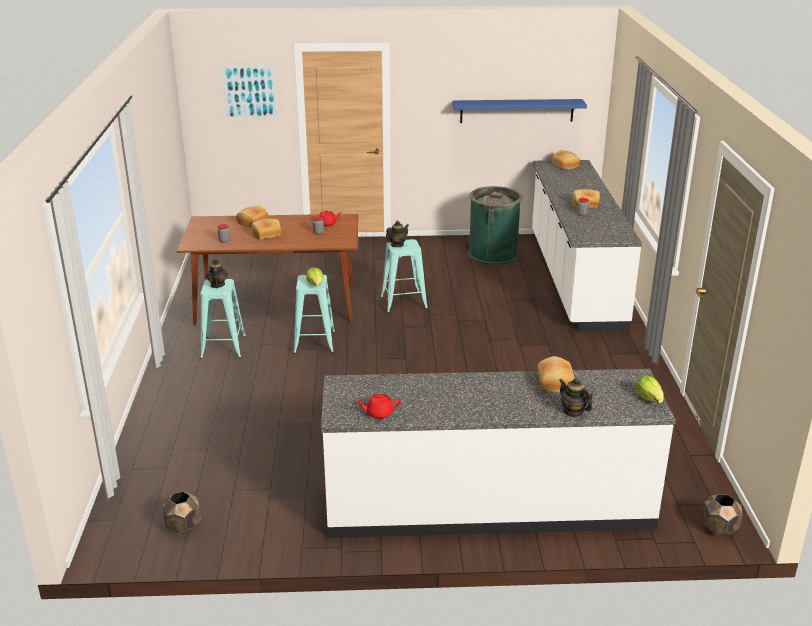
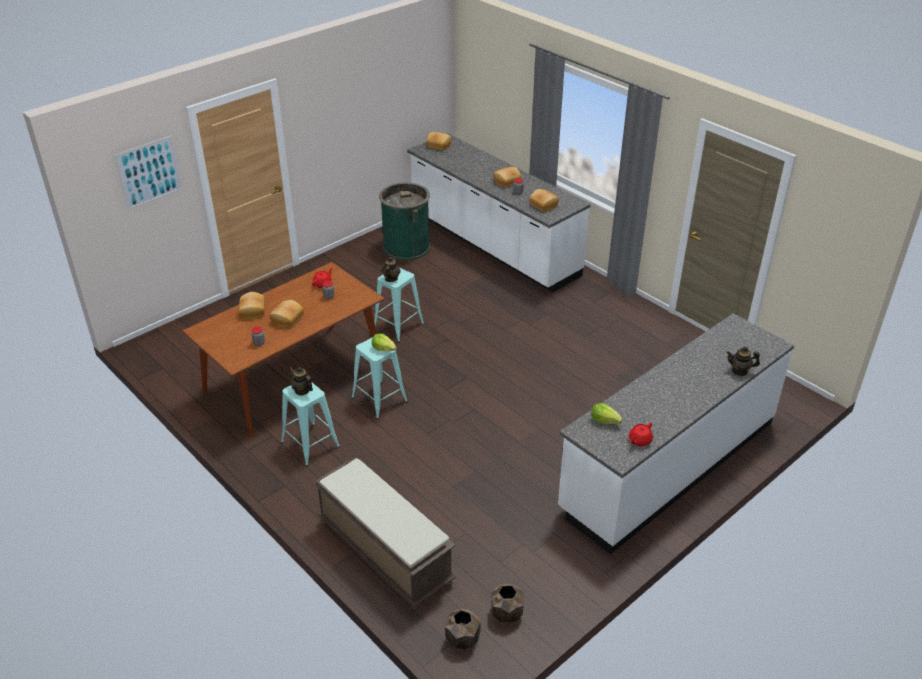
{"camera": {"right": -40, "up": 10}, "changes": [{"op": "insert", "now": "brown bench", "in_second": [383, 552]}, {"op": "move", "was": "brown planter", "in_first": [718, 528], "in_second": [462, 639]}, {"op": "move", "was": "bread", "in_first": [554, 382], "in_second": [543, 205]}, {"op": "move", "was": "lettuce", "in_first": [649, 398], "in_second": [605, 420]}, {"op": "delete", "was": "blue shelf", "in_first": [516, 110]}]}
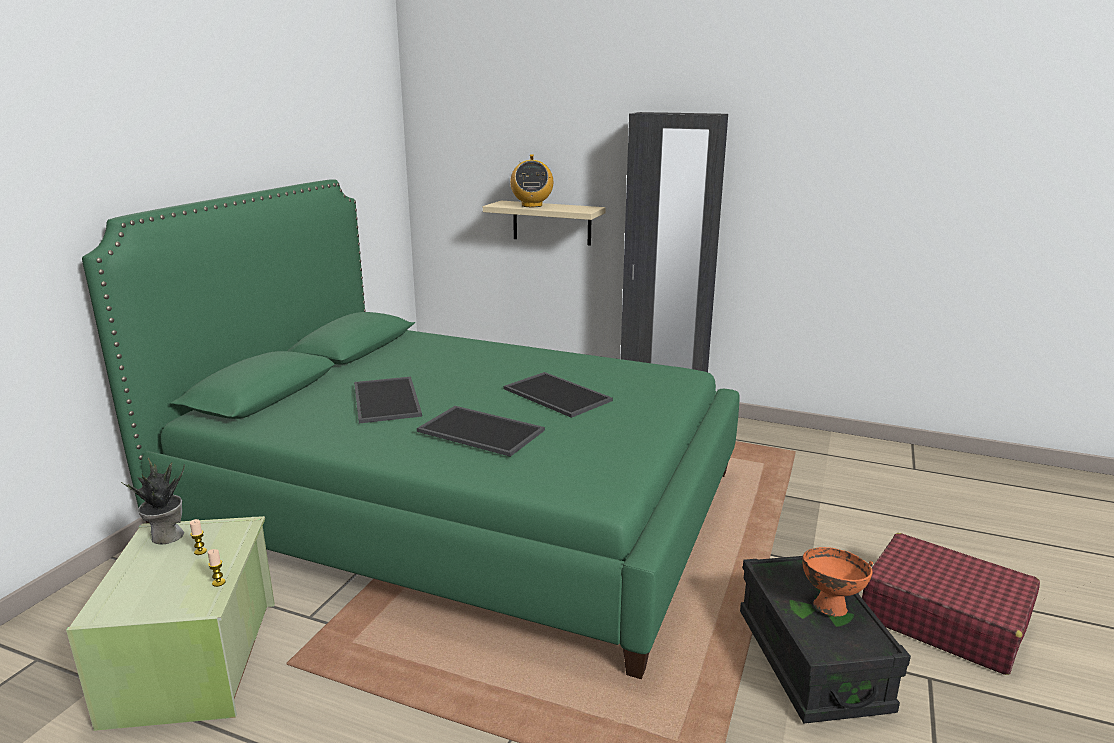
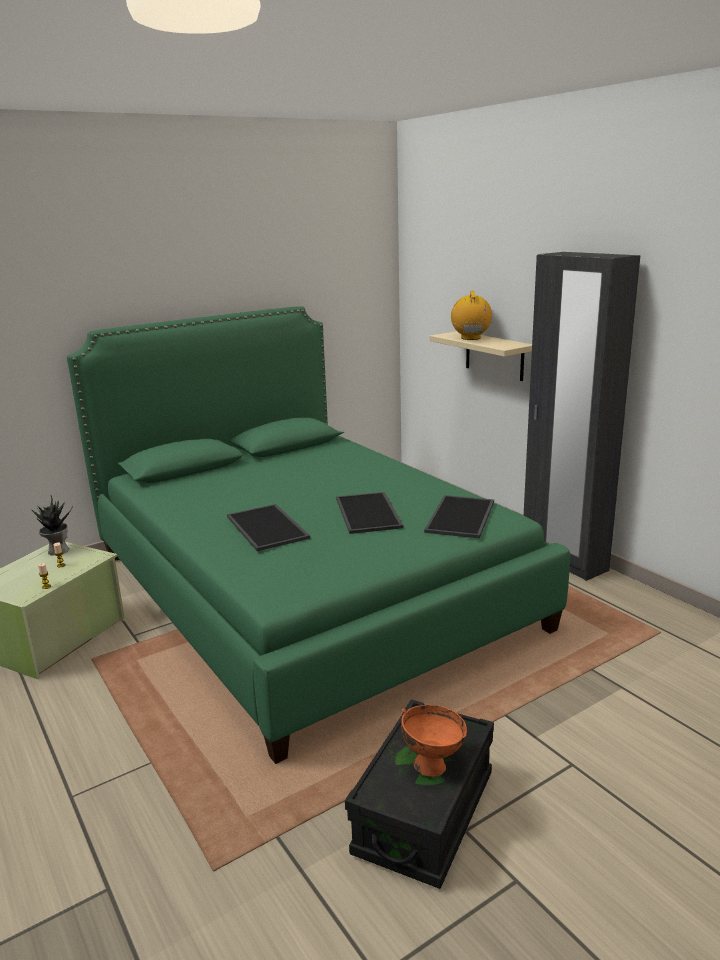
{"camera": {"right": 35, "up": 0}, "changes": [{"op": "move", "was": "tray", "in_first": [388, 400], "in_second": [462, 517]}, {"op": "rotate", "was": "radio", "in_first": [531, 205], "in_second": [471, 338], "clockwise": 150}, {"op": "delete", "was": "red suitcase", "in_first": [942, 618]}]}
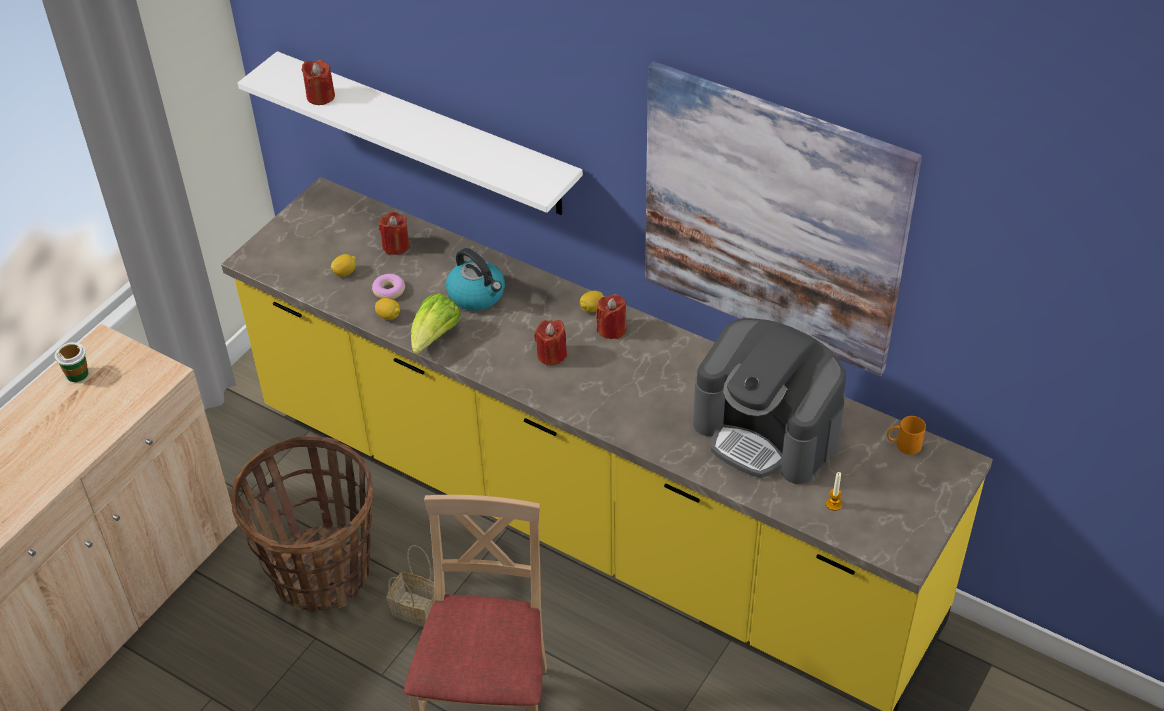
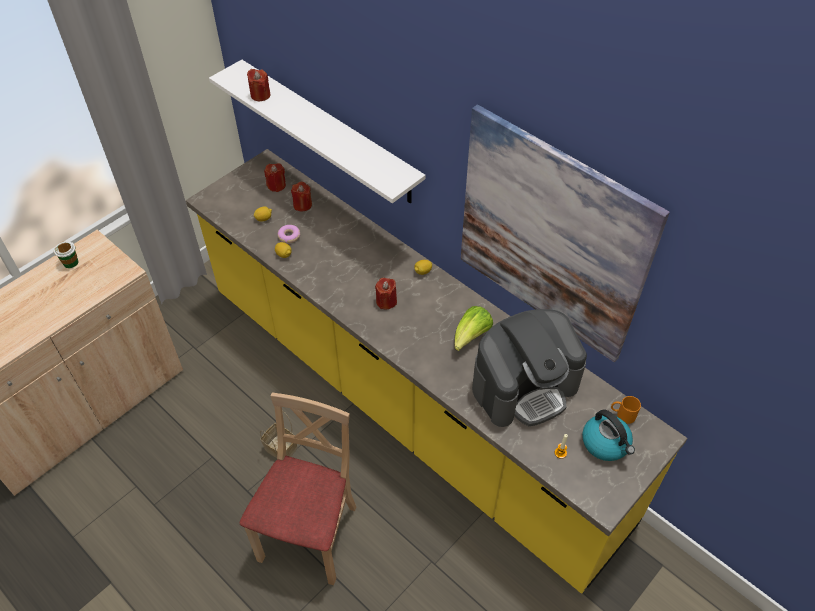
{"camera": {"right": 10, "up": 5}, "changes": [{"op": "move", "was": "red candle", "in_first": [612, 329], "in_second": [276, 185]}, {"op": "move", "was": "lettuce", "in_first": [434, 338], "in_second": [471, 337]}, {"op": "rotate", "was": "coffee machine", "in_first": [767, 431], "in_second": [524, 386], "clockwise": -75}, {"op": "move", "was": "kettle", "in_first": [477, 295], "in_second": [606, 443]}, {"op": "delete", "was": "basket", "in_first": [321, 572]}]}
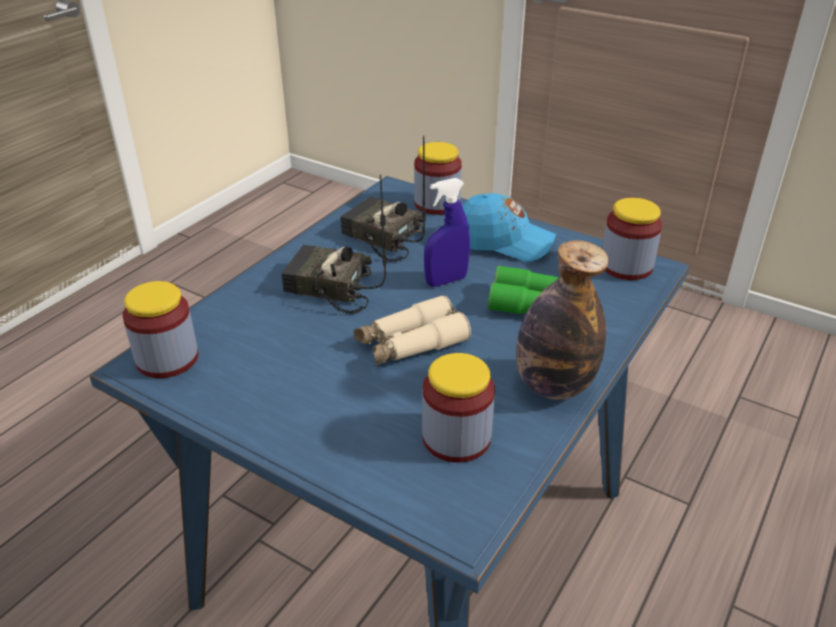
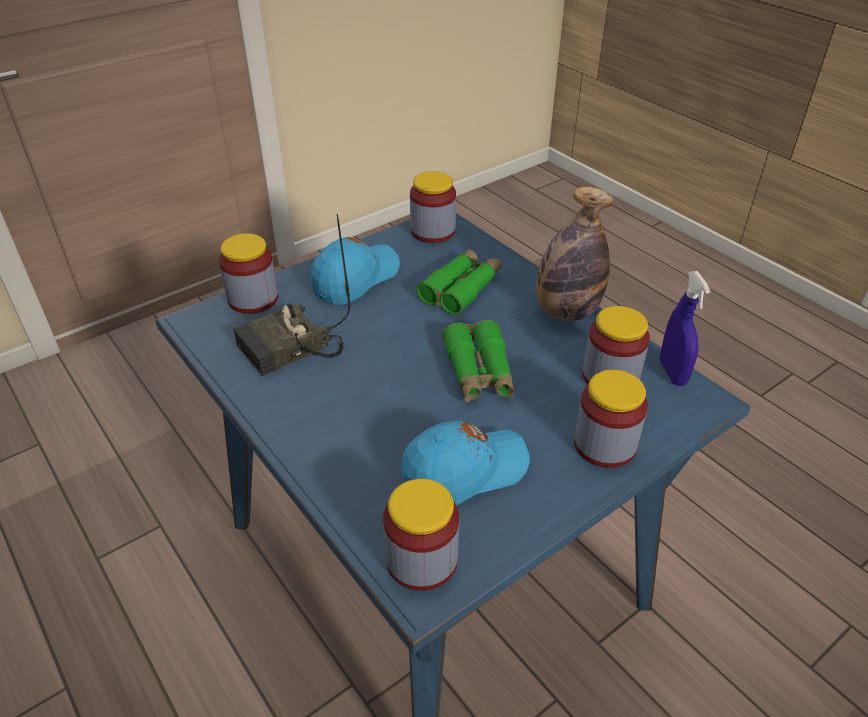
{"camera": {"right": -70, "up": 5}, "changes": [{"op": "insert", "now": "blue cap", "in_second": [464, 472]}, {"op": "recolor", "was": "beige binoculars", "now": "green binoculars", "in_first": [411, 343], "in_second": [479, 372]}, {"op": "insert", "now": "jar", "in_second": [604, 445]}, {"op": "move", "was": "blue spray bottle", "in_first": [446, 281], "in_second": [672, 373]}, {"op": "delete", "was": "radio", "in_first": [329, 288]}]}
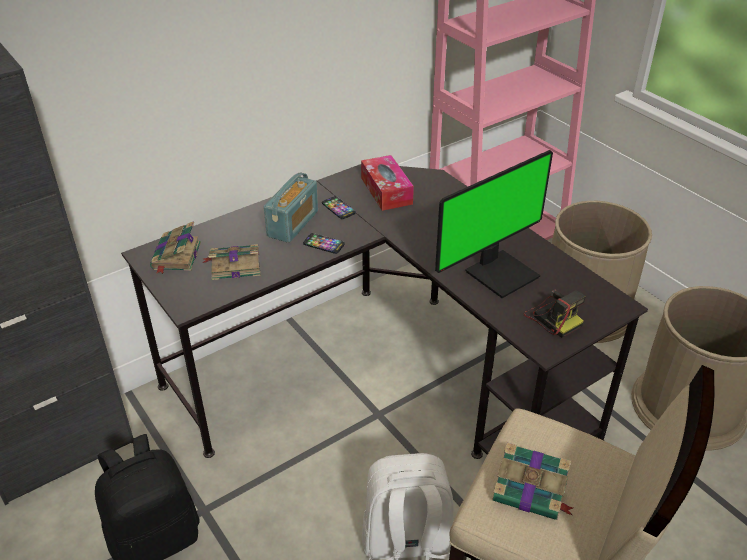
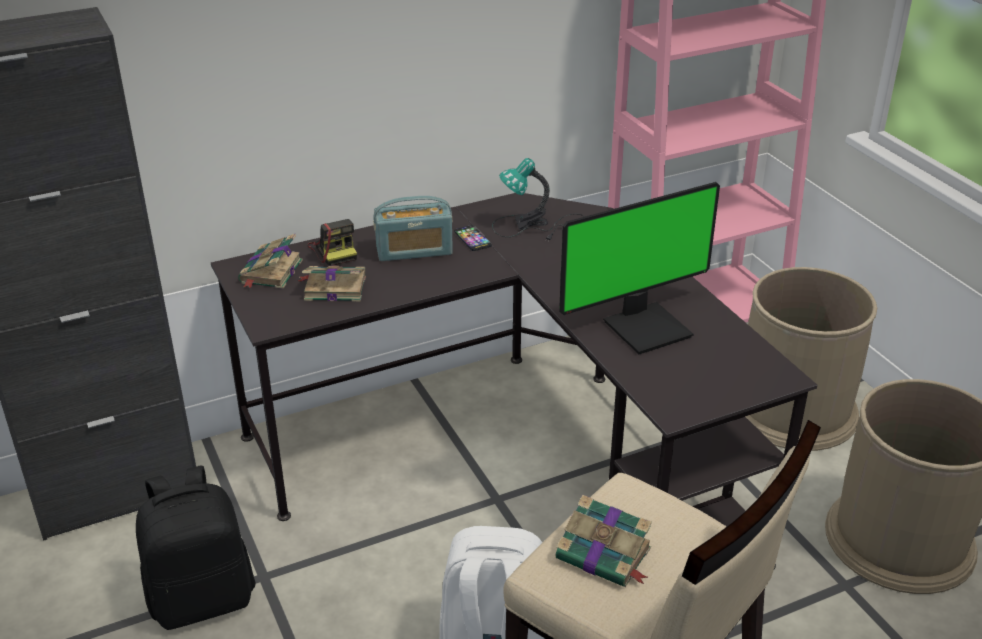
{"camera": {"right": 10, "up": -5}, "changes": [{"op": "move", "was": "photo camera", "in_first": [552, 318], "in_second": [334, 250]}, {"op": "rotate", "was": "radio", "in_first": [293, 224], "in_second": [414, 250], "clockwise": 45}, {"op": "replace", "was": "tissue box", "now": "table lamp", "in_first": [386, 191], "in_second": [536, 225]}, {"op": "delete", "was": "phone", "in_first": [323, 244]}]}
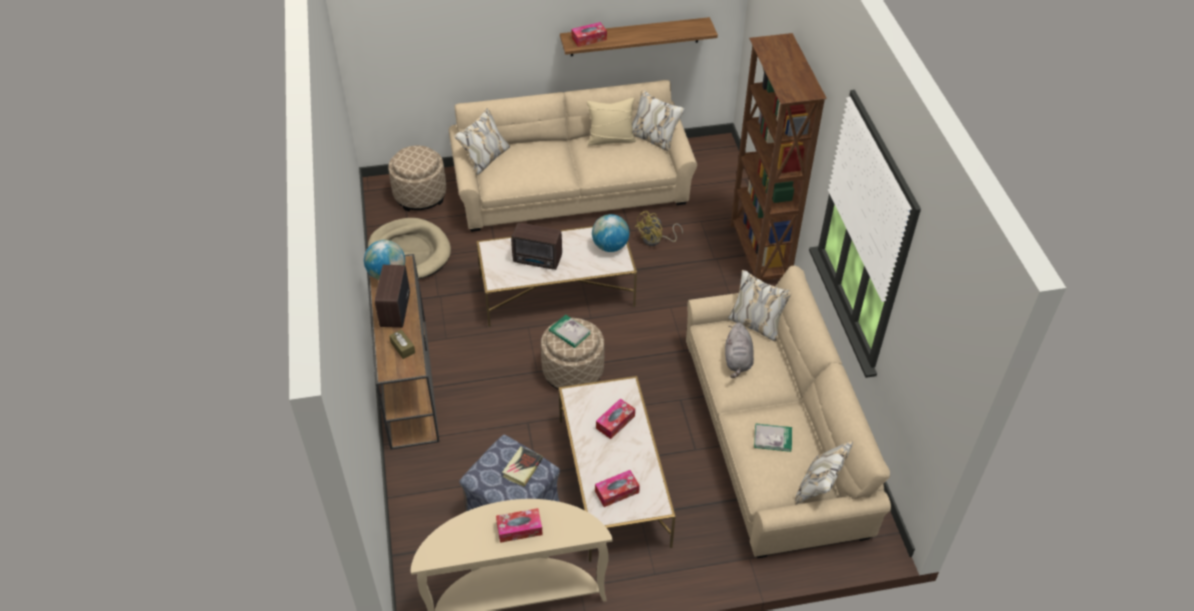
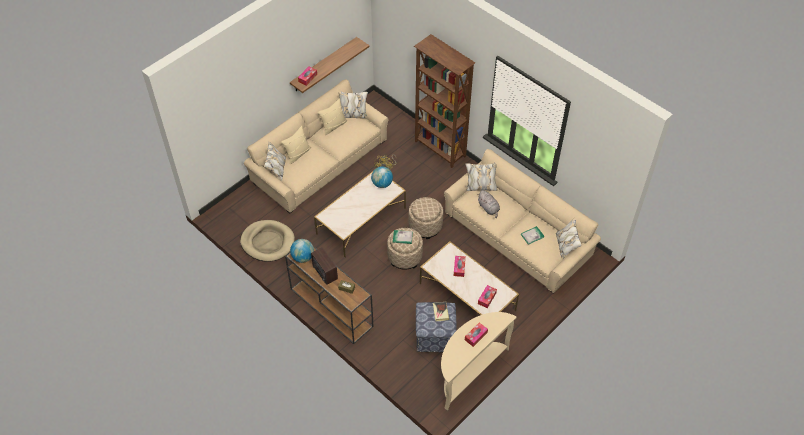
{"camera": {"right": -35, "up": 5}, "changes": [{"op": "insert", "now": "beige pillow", "in_second": [298, 154]}, {"op": "move", "was": "beige ottoman", "in_first": [420, 195], "in_second": [425, 226]}, {"op": "delete", "was": "radio", "in_first": [538, 260]}]}
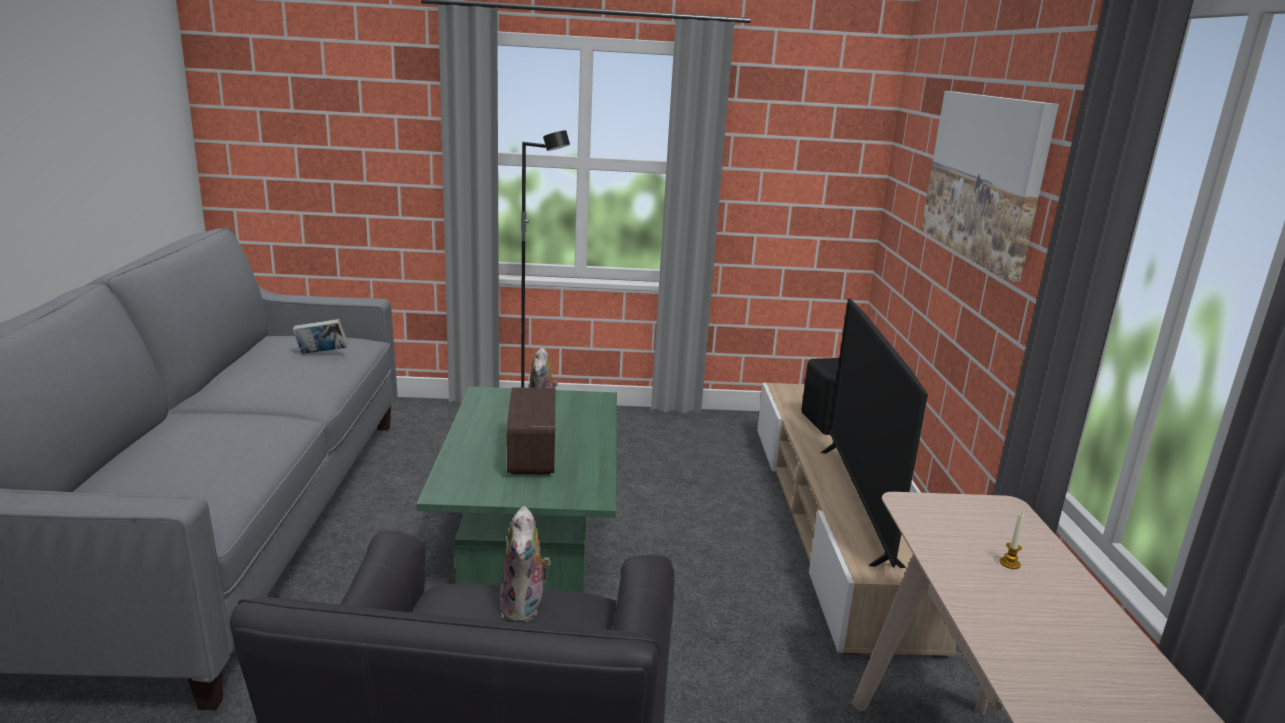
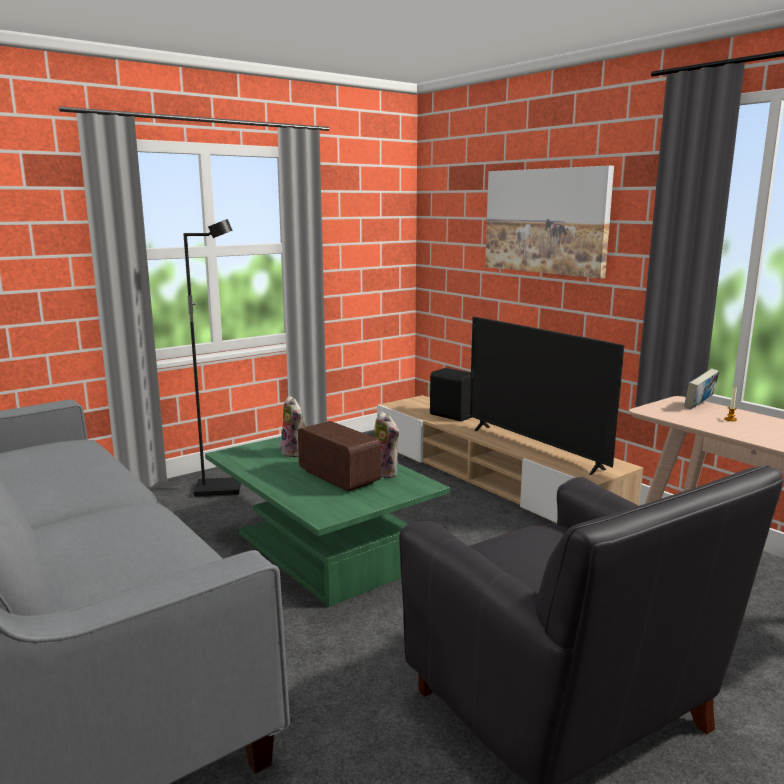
{"camera": {"right": -35, "up": -5}, "changes": [{"op": "move", "was": "plush toy", "in_first": [525, 608], "in_second": [387, 473]}, {"op": "move", "was": "book", "in_first": [322, 354], "in_second": [699, 406]}]}
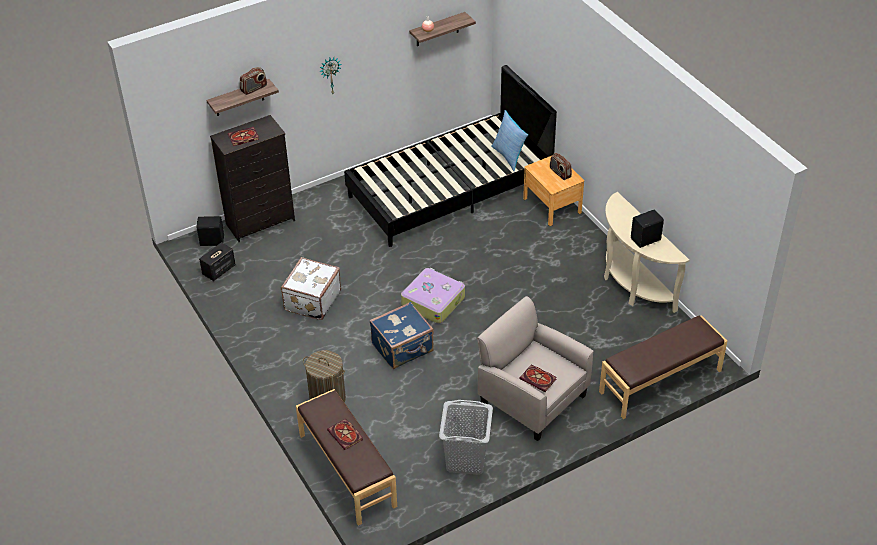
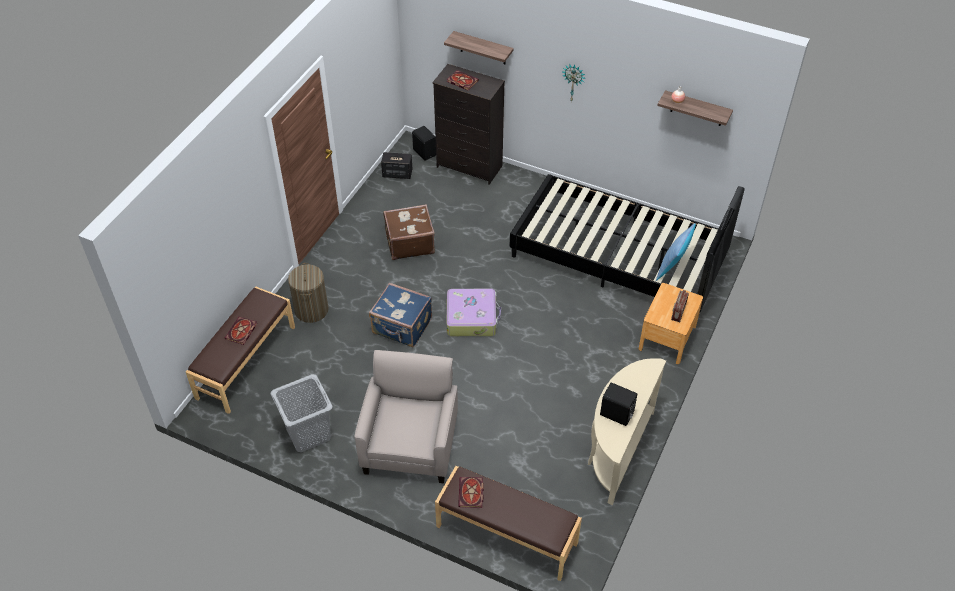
{"camera": {"right": 55, "up": 5}, "changes": [{"op": "recolor", "was": "white suitcase", "now": "brown suitcase", "in_first": [311, 300], "in_second": [409, 243]}, {"op": "move", "was": "book", "in_first": [539, 379], "in_second": [471, 494]}, {"op": "delete", "was": "radio", "in_first": [254, 89]}]}
